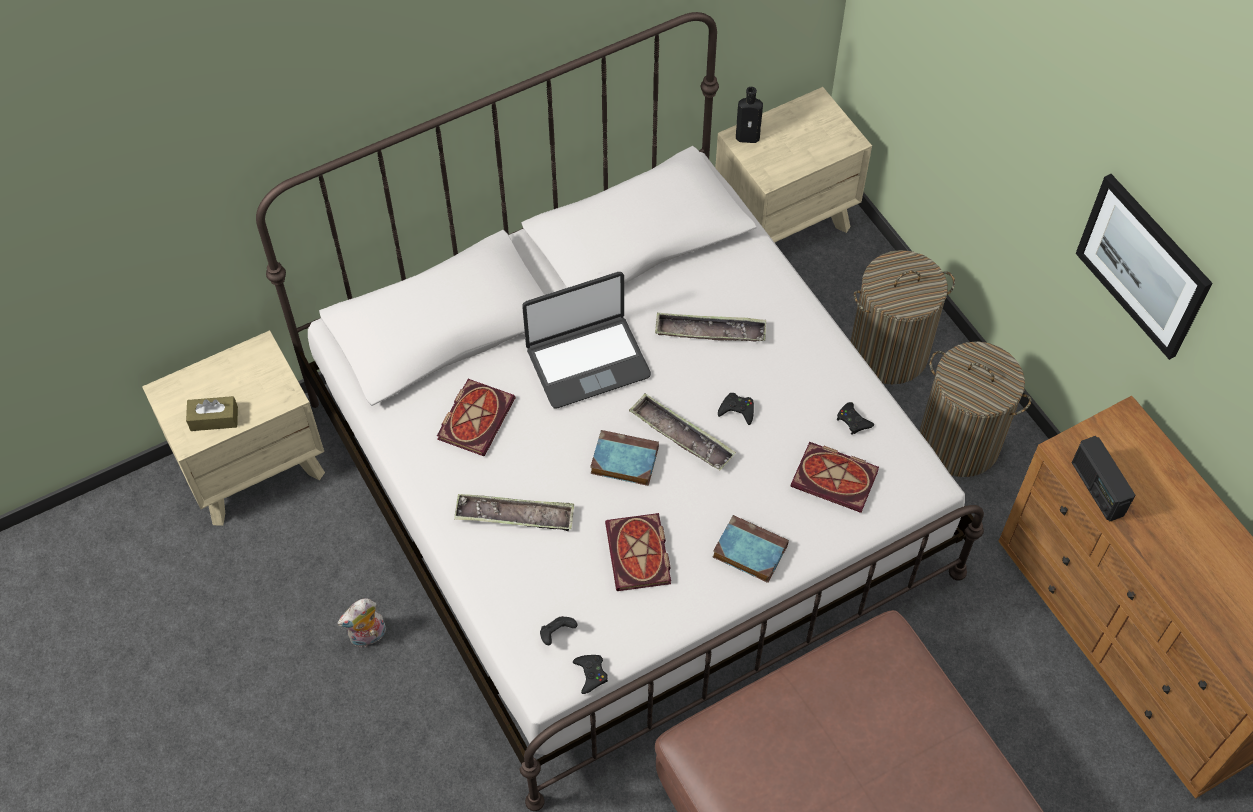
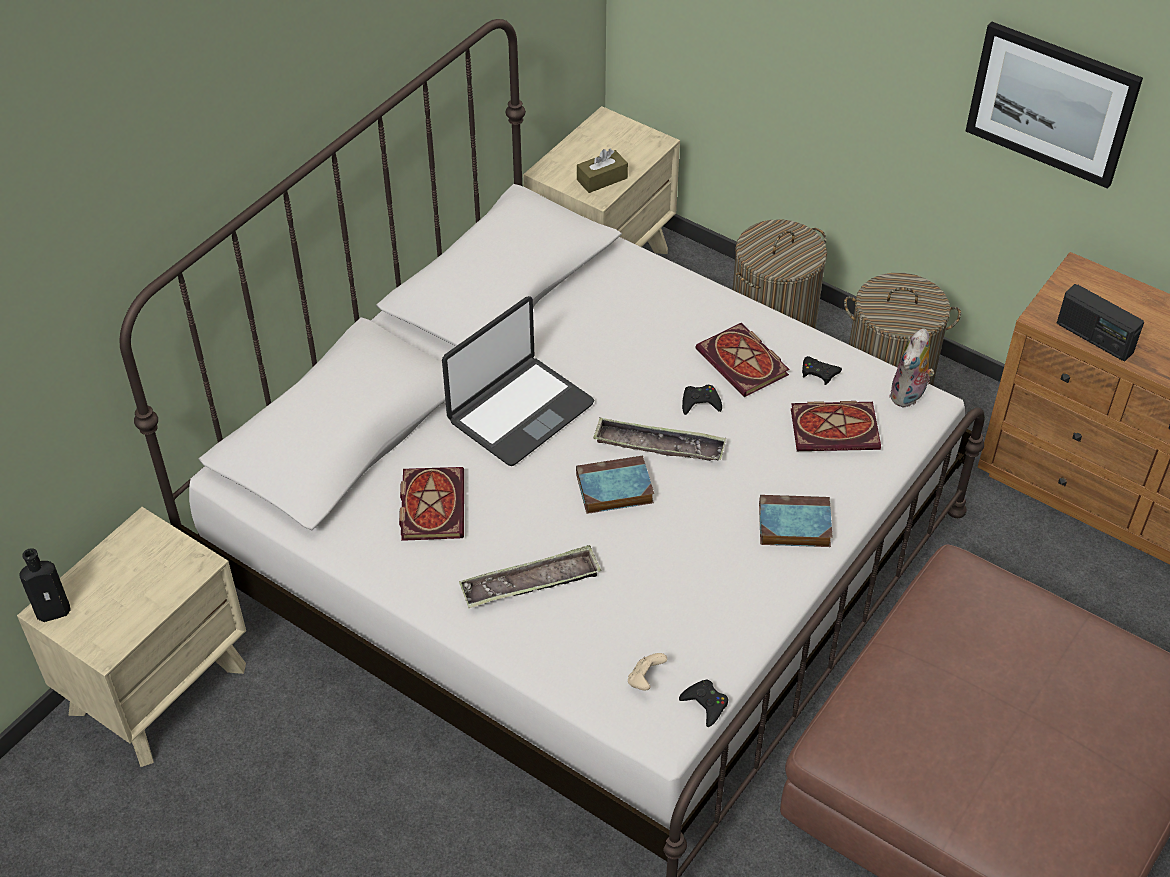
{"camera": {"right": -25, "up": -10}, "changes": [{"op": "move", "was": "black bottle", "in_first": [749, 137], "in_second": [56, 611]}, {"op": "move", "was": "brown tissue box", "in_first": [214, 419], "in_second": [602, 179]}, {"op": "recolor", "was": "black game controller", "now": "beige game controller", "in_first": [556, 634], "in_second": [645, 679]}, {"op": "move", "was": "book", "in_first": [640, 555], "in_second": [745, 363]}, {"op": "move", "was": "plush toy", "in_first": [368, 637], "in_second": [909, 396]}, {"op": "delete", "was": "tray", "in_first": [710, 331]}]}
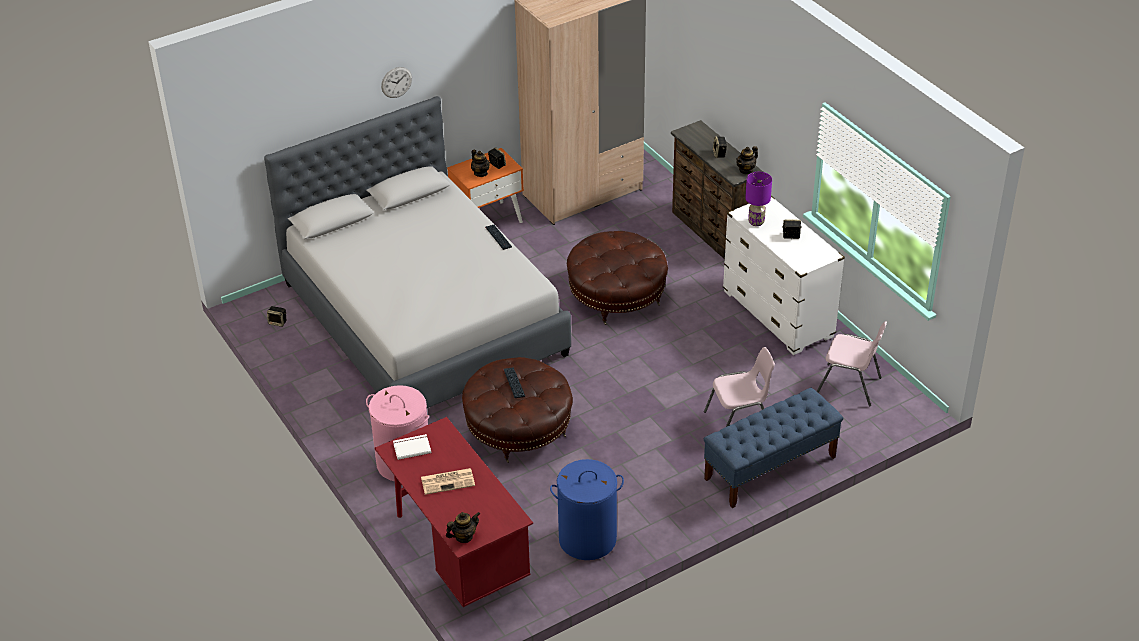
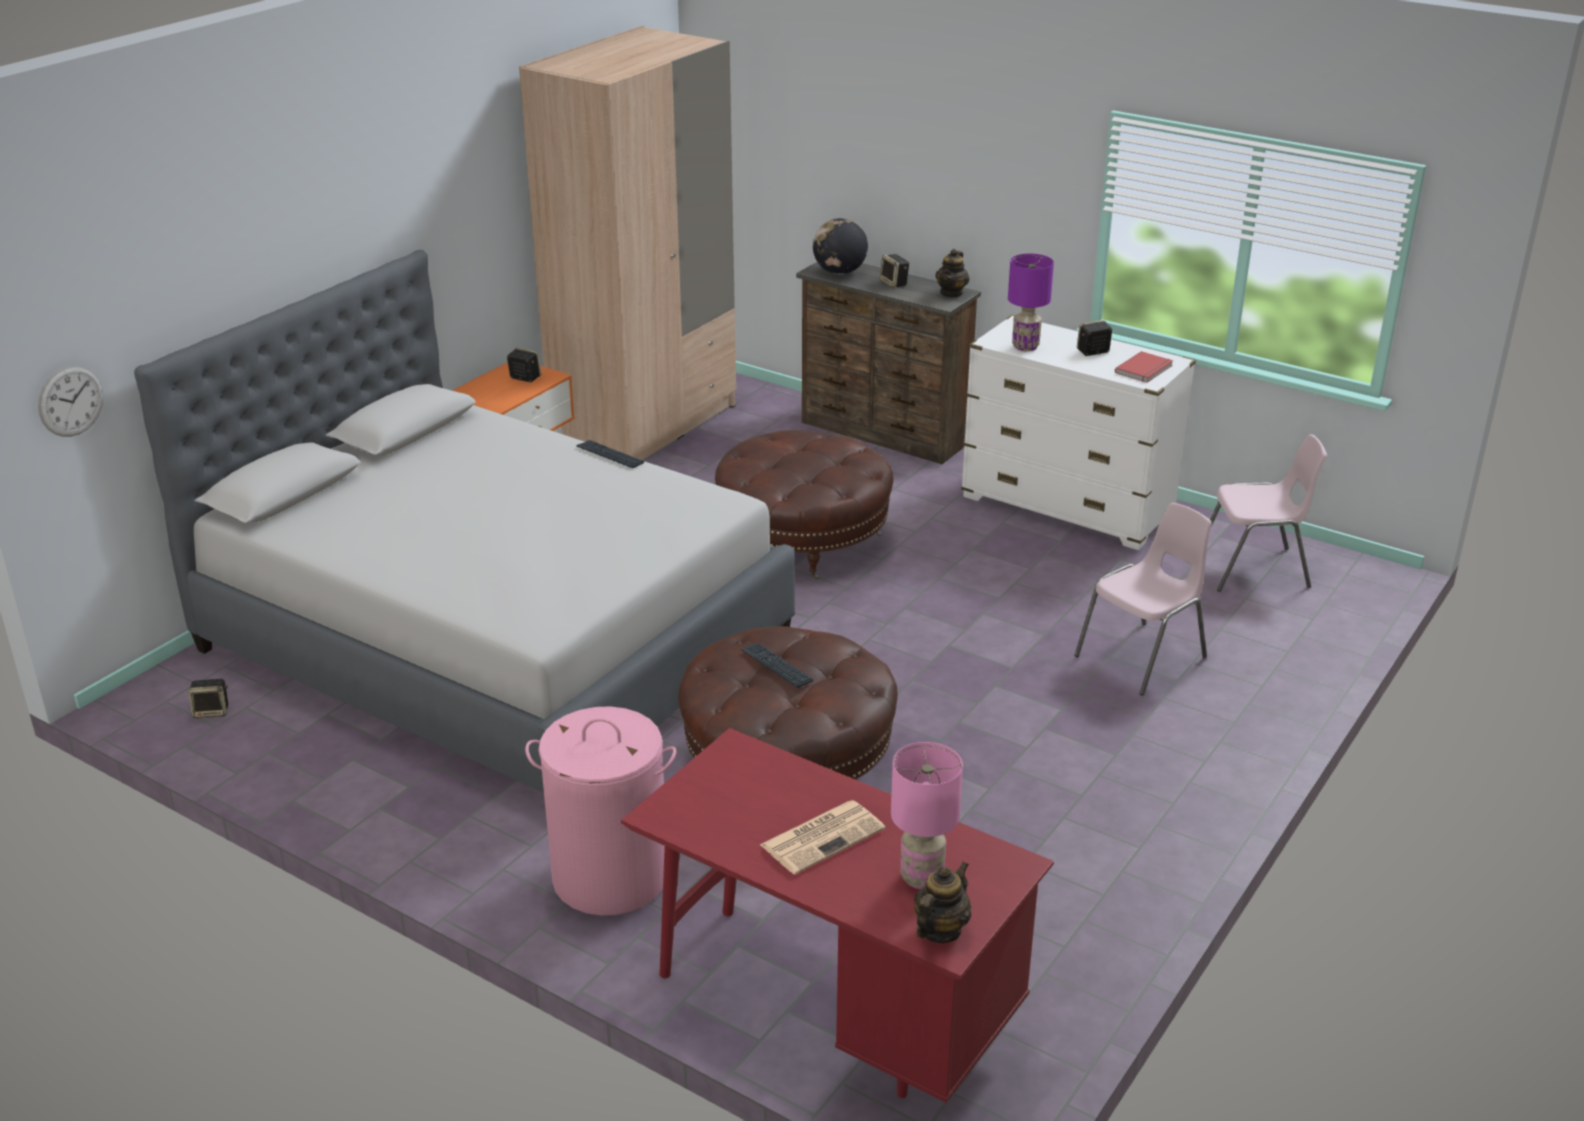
{"camera": {"right": -25, "up": -10}, "changes": [{"op": "move", "was": "wall clock", "in_first": [396, 82], "in_second": [70, 401]}, {"op": "insert", "now": "globe", "in_second": [839, 272]}, {"op": "insert", "now": "pink table lamp", "in_second": [922, 878]}, {"op": "insert", "now": "red book", "in_second": [1145, 369]}, {"op": "delete", "was": "white book", "in_first": [411, 447]}, {"op": "delete", "was": "teapot", "in_first": [480, 173]}, {"op": "delete", "was": "blue laundry basket", "in_first": [587, 539]}, {"op": "delete", "was": "blue bench", "in_first": [770, 468]}]}
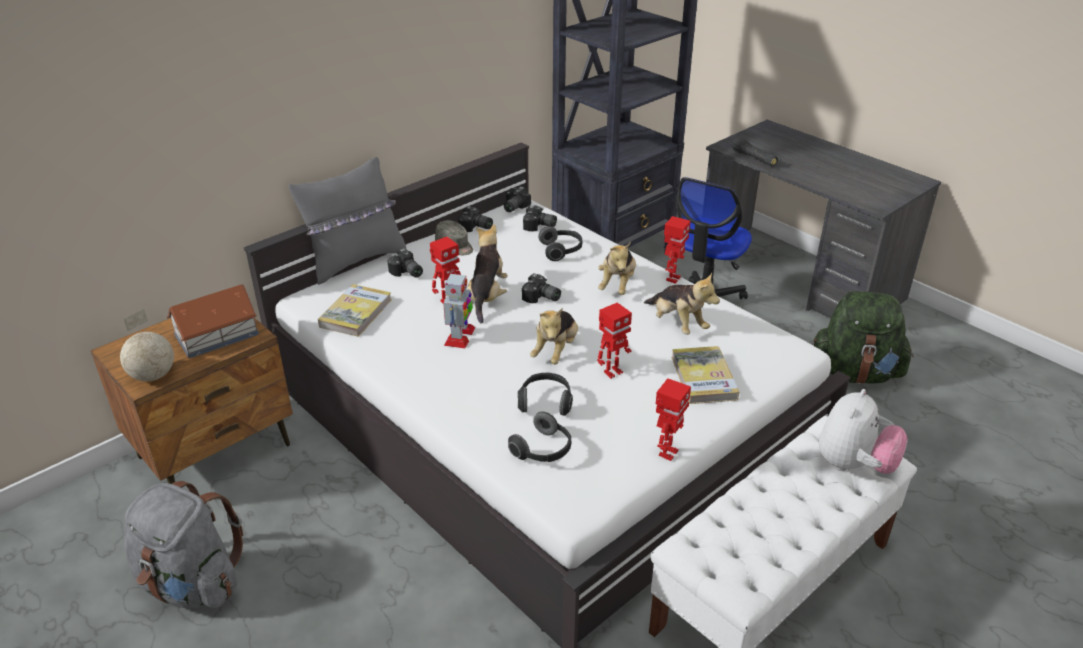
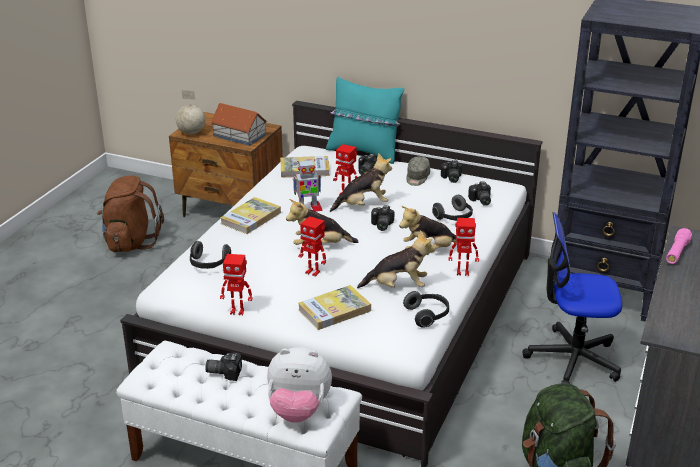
{"camera": {"right": 65, "up": -5}, "changes": [{"op": "recolor", "was": "grey backpack", "now": "brown backpack", "in_first": [192, 584], "in_second": [130, 242]}, {"op": "move", "was": "photo camera", "in_first": [513, 207], "in_second": [224, 371]}, {"op": "insert", "now": "book", "in_second": [251, 218]}, {"op": "recolor", "was": "grey pillow", "now": "turquoise pillow", "in_first": [356, 261], "in_second": [364, 152]}, {"op": "rotate", "was": "plush toy", "in_first": [677, 324], "in_second": [398, 286], "clockwise": -120}, {"op": "move", "was": "headphones", "in_first": [545, 402], "in_second": [428, 315]}, {"op": "recolor", "was": "black flashlight", "now": "pink flashlight", "in_first": [754, 159], "in_second": [677, 252]}]}
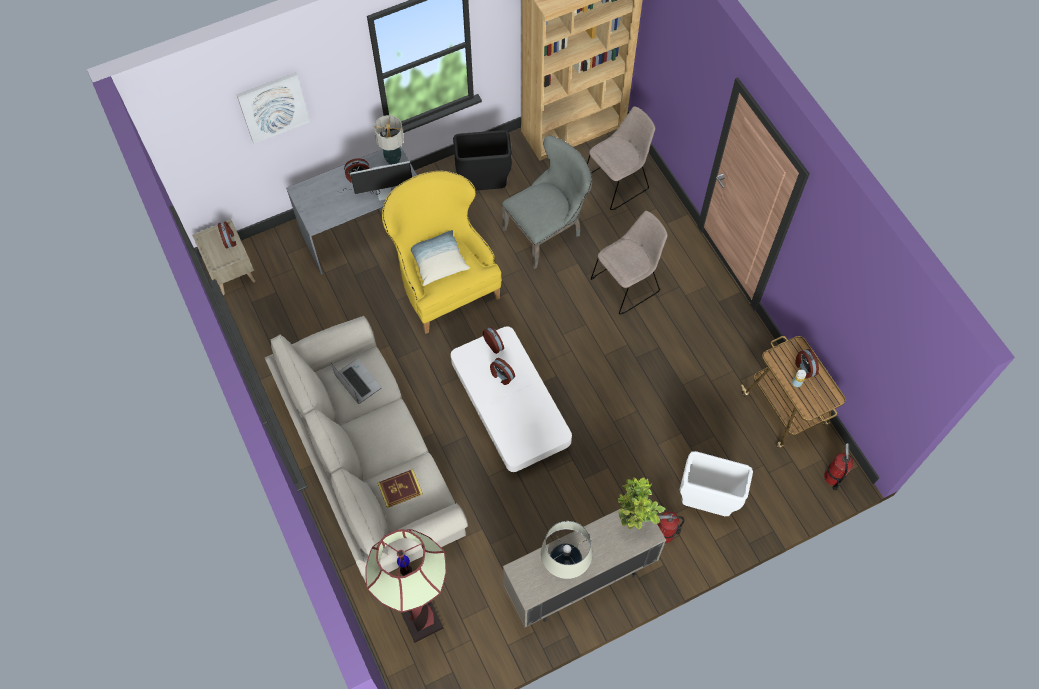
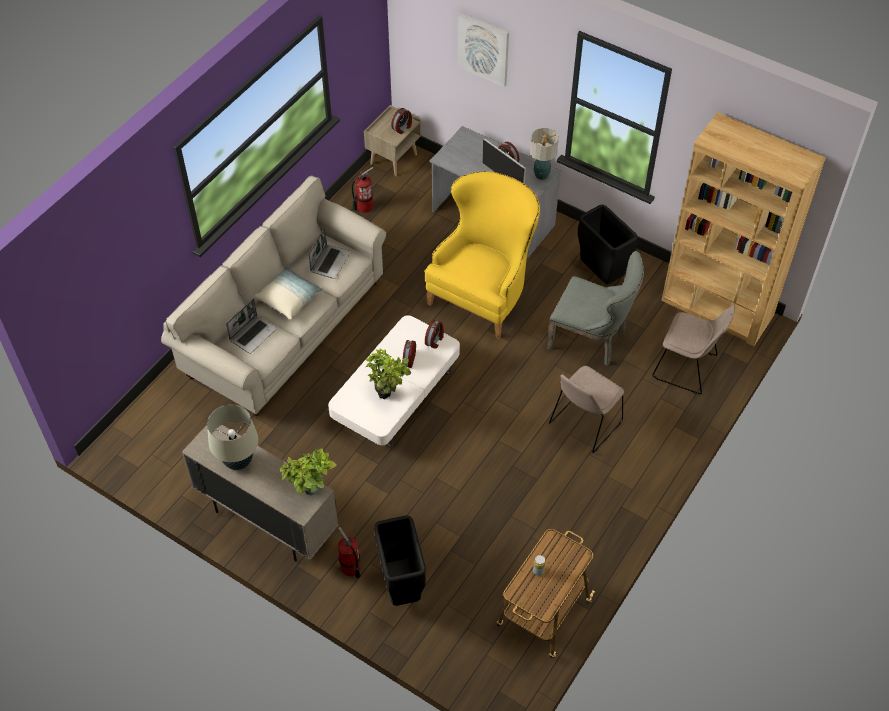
{"camera": {"right": 60, "up": -10}, "changes": [{"op": "replace", "was": "book", "now": "laptop", "in_first": [400, 489], "in_second": [253, 334]}, {"op": "move", "was": "pillow", "in_first": [438, 262], "in_second": [289, 298]}, {"op": "move", "was": "fire extinguisher", "in_first": [832, 477], "in_second": [364, 207]}, {"op": "insert", "now": "potted plant", "in_second": [388, 393]}, {"op": "recolor", "was": "white trash can", "now": "black trash can", "in_first": [705, 503], "in_second": [401, 588]}, {"op": "rotate", "was": "beige chair", "in_first": [626, 284], "in_second": [584, 424], "clockwise": 105}, {"op": "delete", "was": "floor lamp", "in_first": [422, 621]}, {"op": "delete", "was": "alarm clock", "in_first": [804, 368]}]}
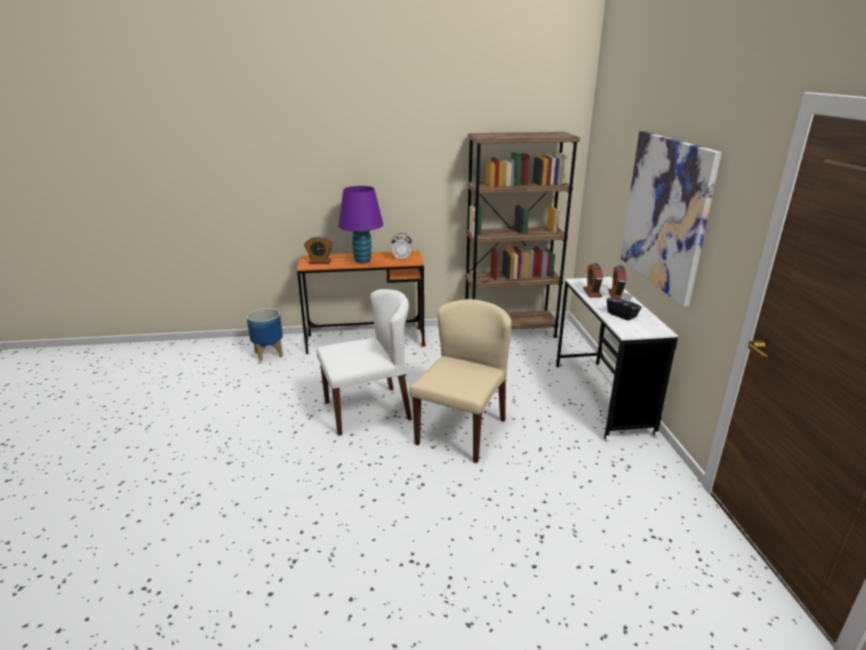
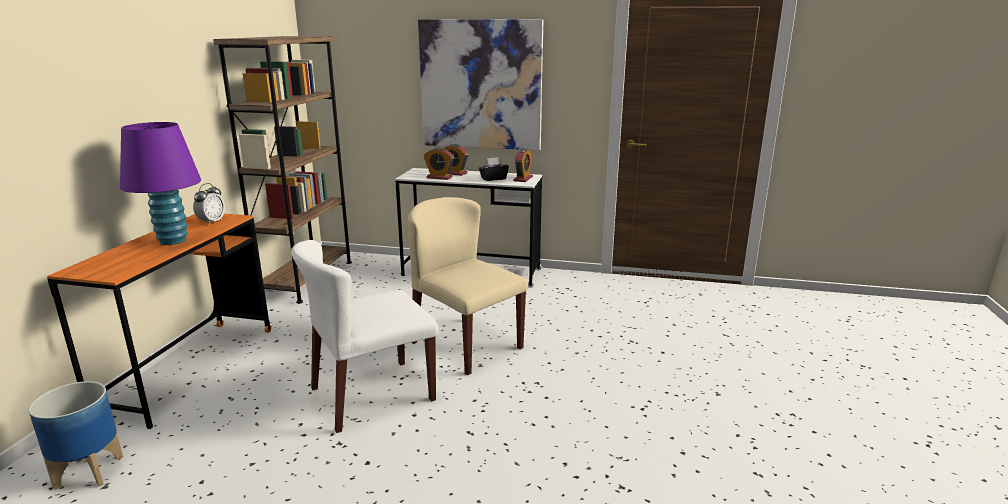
{"camera": {"right": -70, "up": -5}, "changes": [{"op": "rotate", "was": "white chair", "in_first": [368, 410], "in_second": [371, 395], "clockwise": -120}, {"op": "move", "was": "alarm clock", "in_first": [319, 262], "in_second": [523, 179]}]}
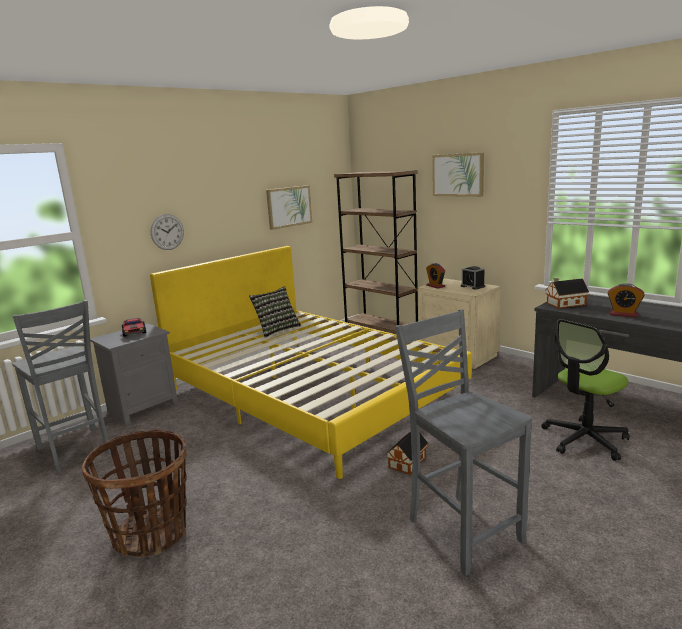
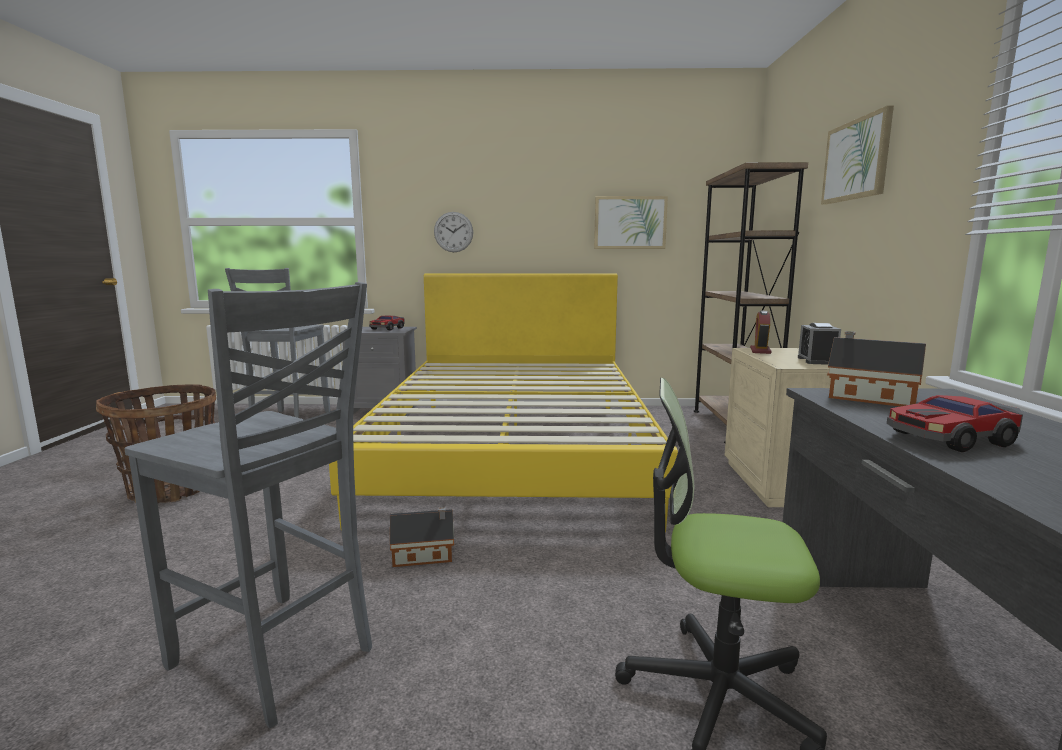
{"camera": {"right": 45, "up": -5}, "changes": [{"op": "rotate", "was": "grey chair", "in_first": [462, 529], "in_second": [275, 658], "clockwise": 105}, {"op": "replace", "was": "alarm clock", "now": "toy car", "in_first": [623, 314], "in_second": [951, 439]}, {"op": "delete", "was": "pillow", "in_first": [276, 329]}]}
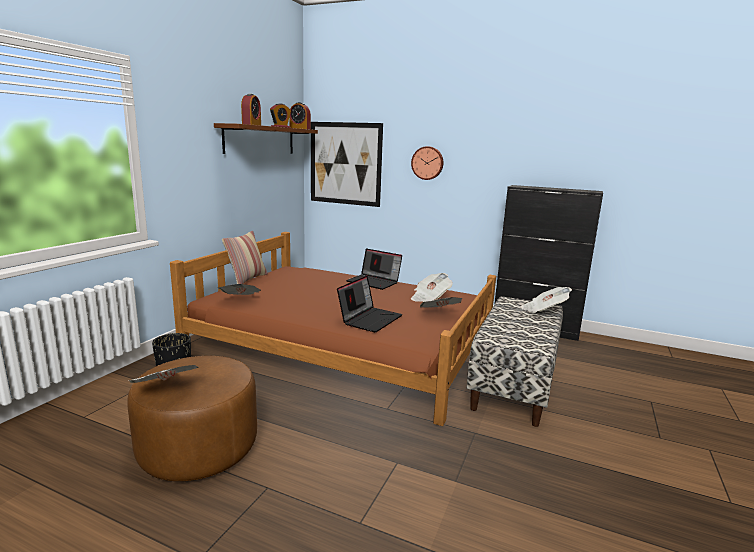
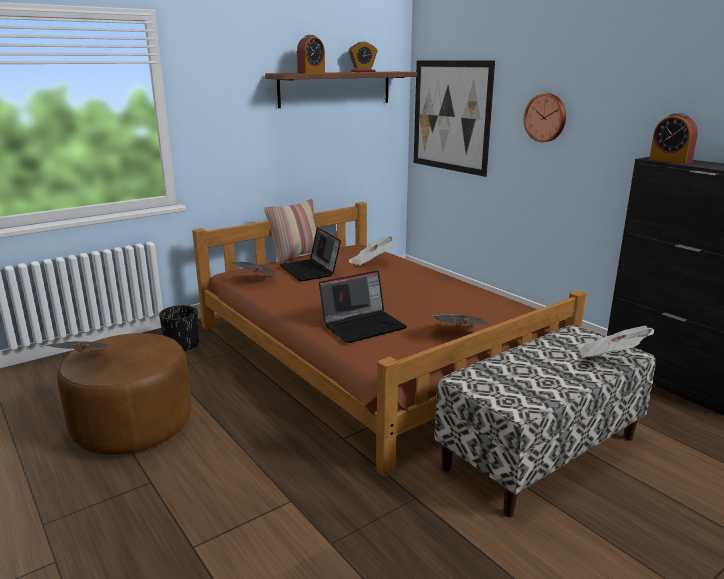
{"camera": {"right": 30, "up": 5}, "changes": [{"op": "move", "was": "laptop", "in_first": [374, 282], "in_second": [310, 270]}, {"op": "move", "was": "newspaper", "in_first": [429, 298], "in_second": [371, 262]}, {"op": "move", "was": "alarm clock", "in_first": [300, 128], "in_second": [670, 160]}]}
